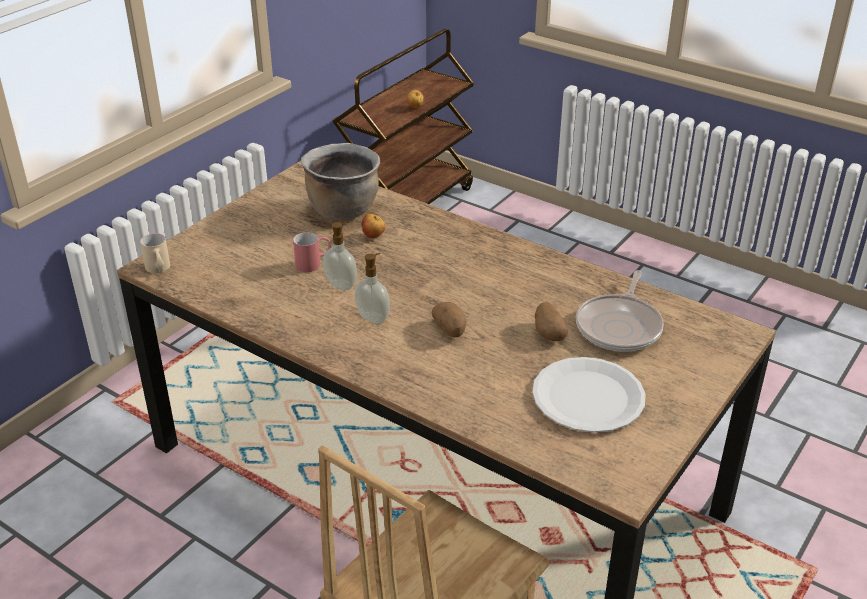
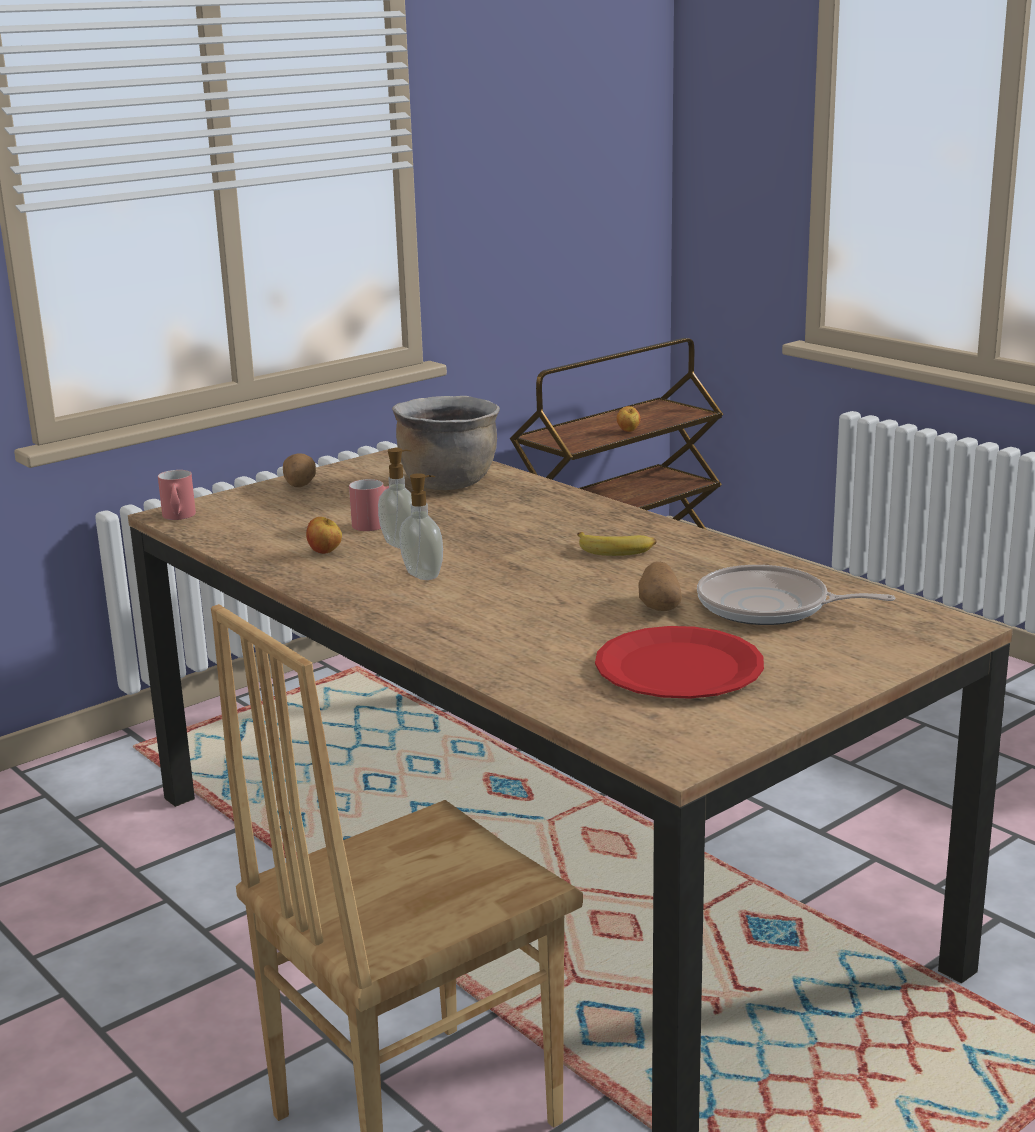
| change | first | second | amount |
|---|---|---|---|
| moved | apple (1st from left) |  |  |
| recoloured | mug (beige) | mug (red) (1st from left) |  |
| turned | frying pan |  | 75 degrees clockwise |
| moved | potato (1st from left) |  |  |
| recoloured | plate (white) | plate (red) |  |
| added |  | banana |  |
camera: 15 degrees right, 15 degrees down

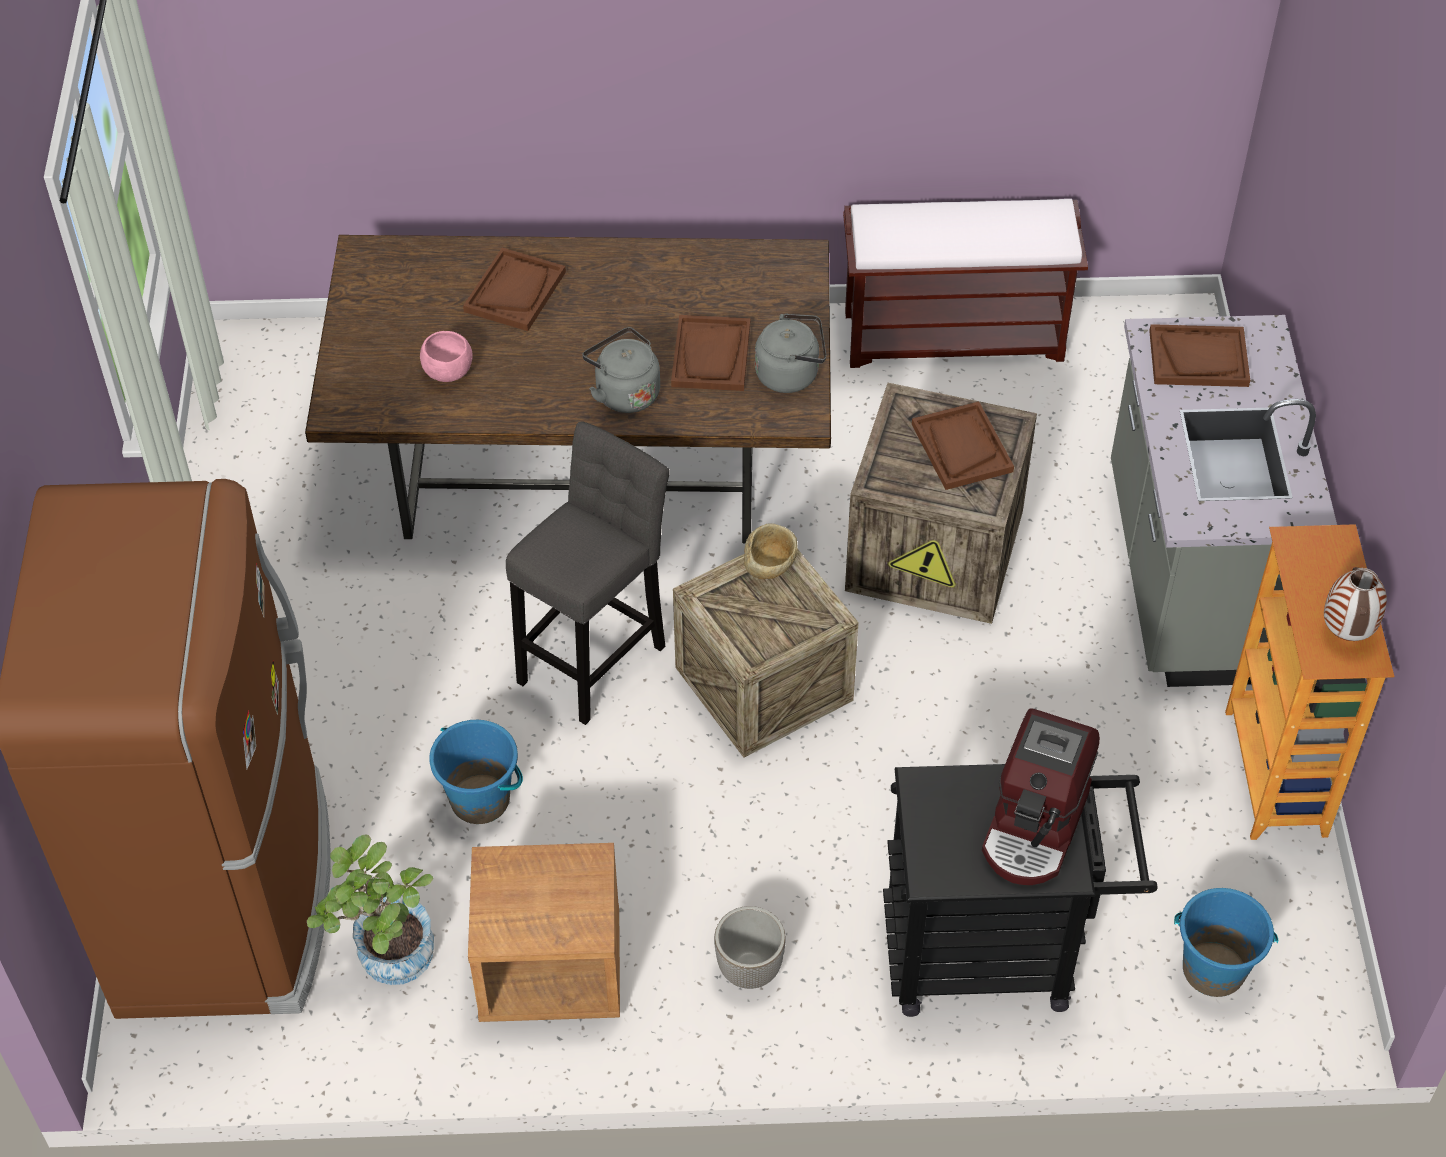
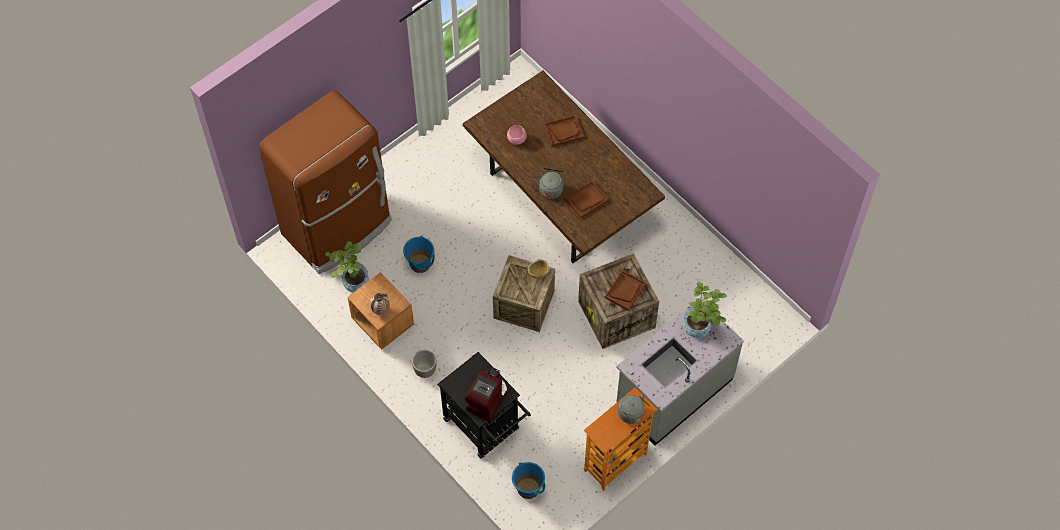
| change | first | second | amount |
|---|---|---|---|
| removed | bench (brown) |  |  |
| moved | kettle (grey) (2nd from left) |  |  |
| replaced | tray (brown) (4th from left) | potted plant (2nd from left) |  |
| removed | stool (grey) |  |  |
| moved | vase |  |  |
| turned | coffee machine |  | 135 degrees clockwise |
camera: 50 degrees right, 10 degrees up

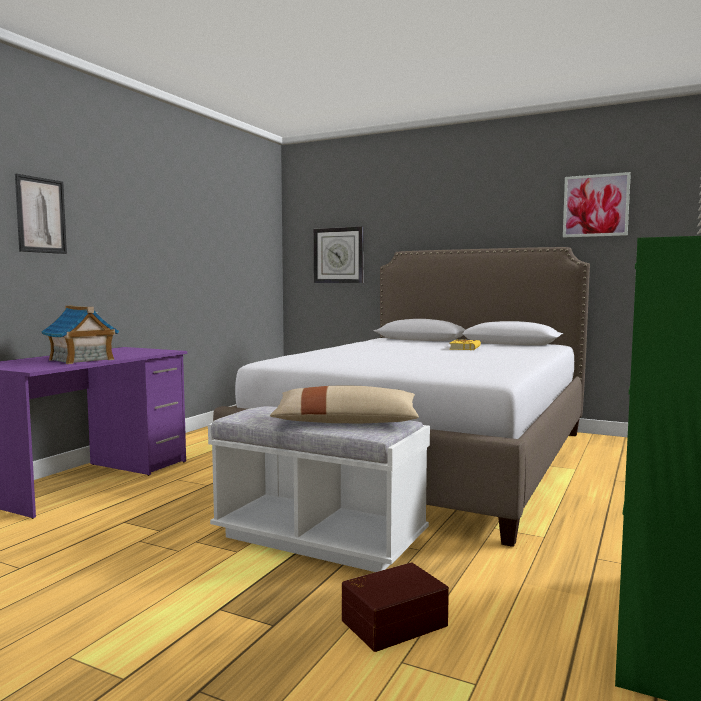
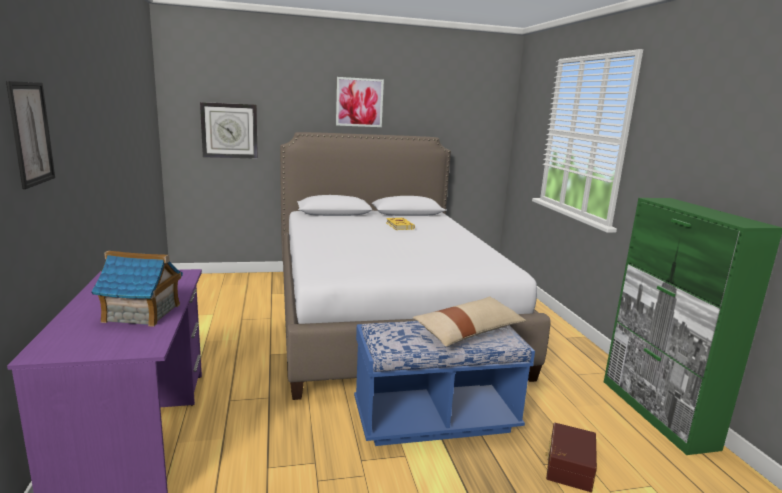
| change | first | second | amount |
|---|---|---|---|
| moved | picture (2nd from left) |  |  |
| recoloured | bench (white) | bench (blue) |  |
camera: 40 degrees left, 10 degrees up

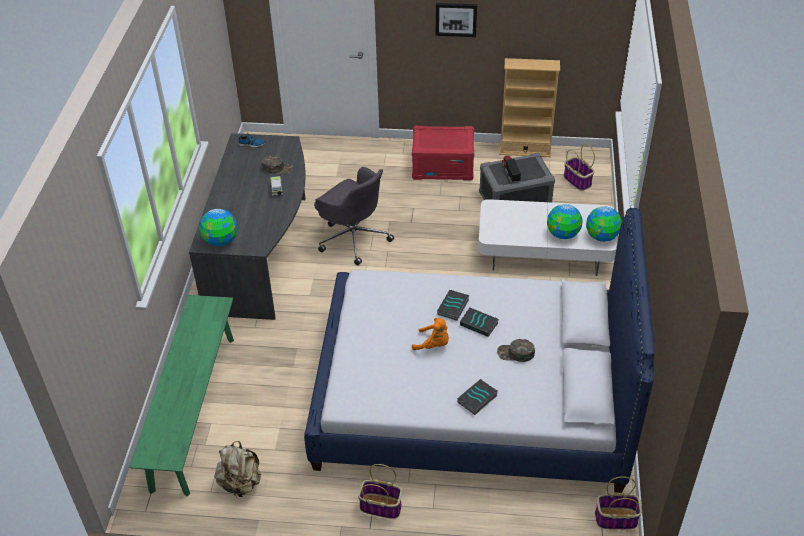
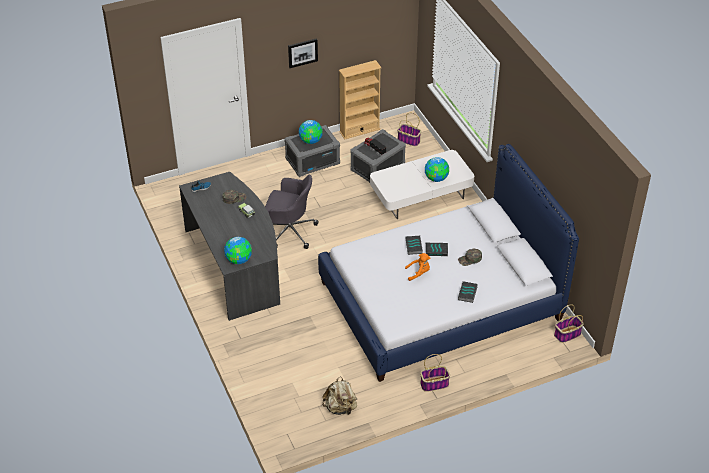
| change | first | second | amount |
|---|---|---|---|
| recoloured | storage box (red) | storage box (grey) (1st from left) |  |
| moved | globe (3rd from left in the first image) | globe (2nd from left) |  |
| removed | bench (green) |  |  |
camera: 30 degrees left, 0 degrees up

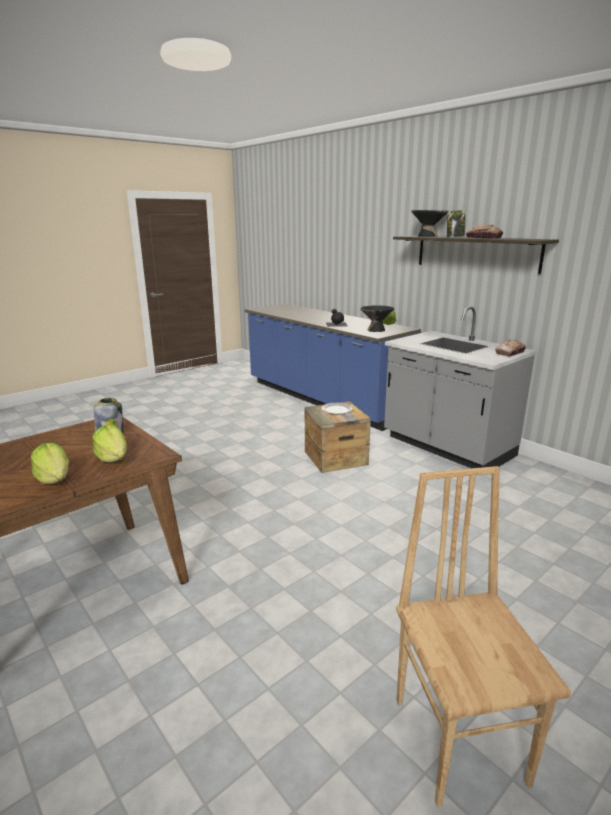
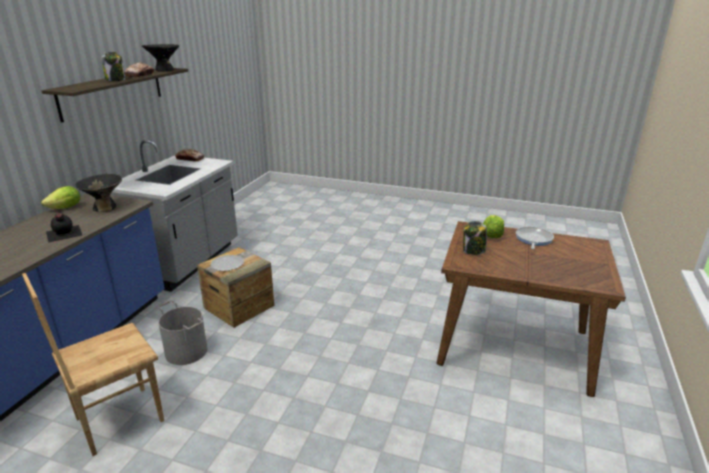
| change | first | second | amount |
|---|---|---|---|
| moved | bowl (black) (2nd from left) |  |  |
| replaced | lettuce (1st from left) | frying pan |  |
| moved | chair (brown) |  |  |
| added |  | bucket (grey) |  |
camera: 120 degrees left, 5 degrees up

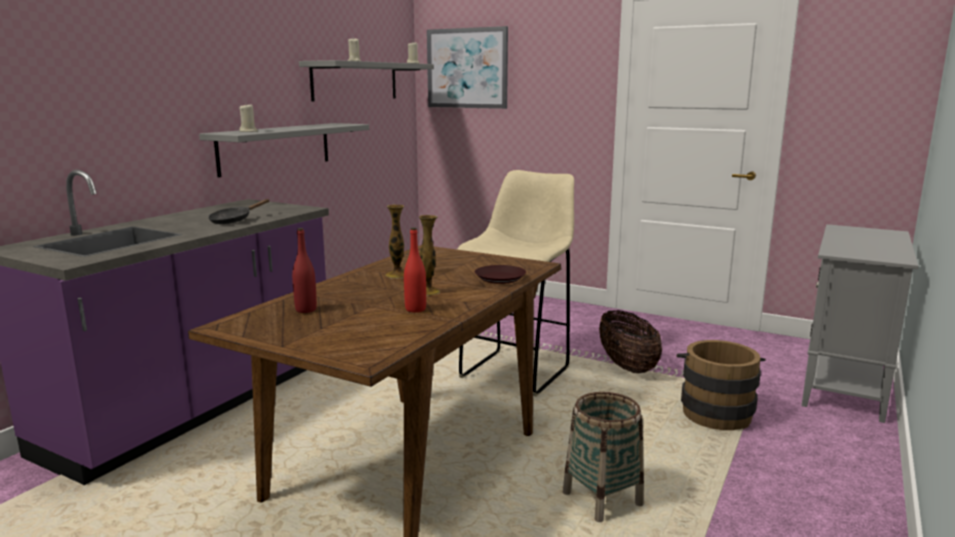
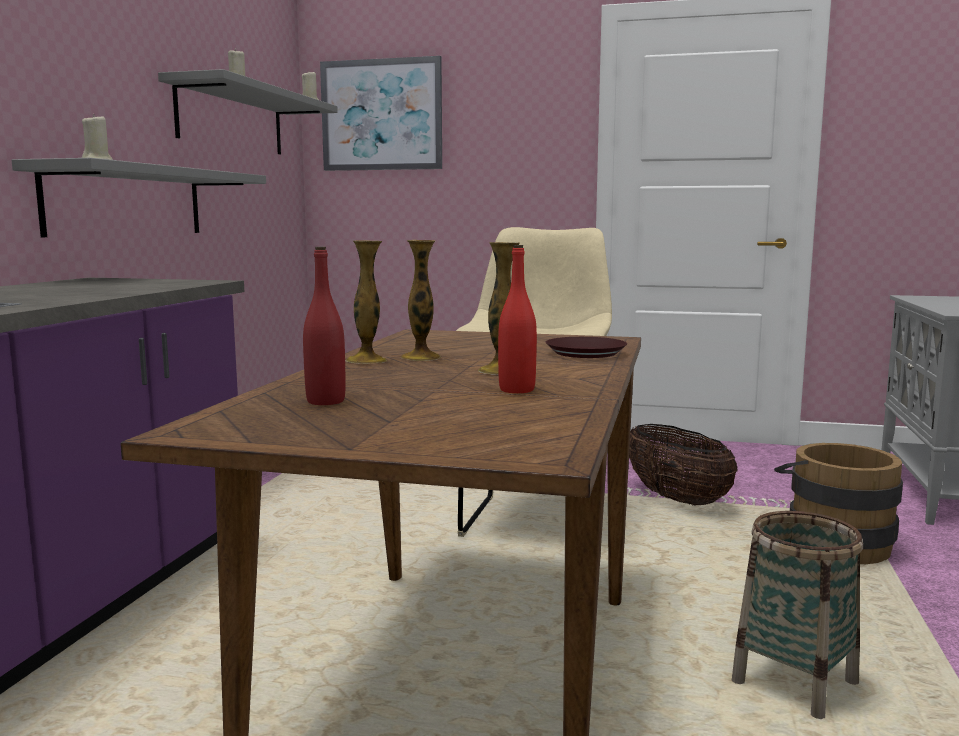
| change | first | second | amount |
|---|---|---|---|
| removed | frying pan (black) |  |  |
| added |  | vase (1st from left) |  |
camera: 15 degrees left, 5 degrees down

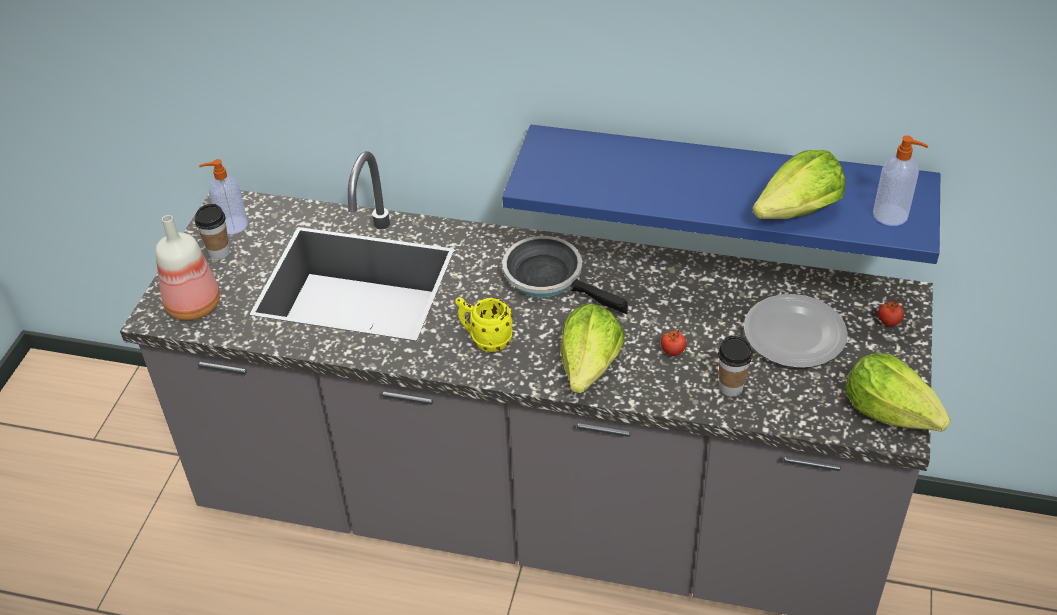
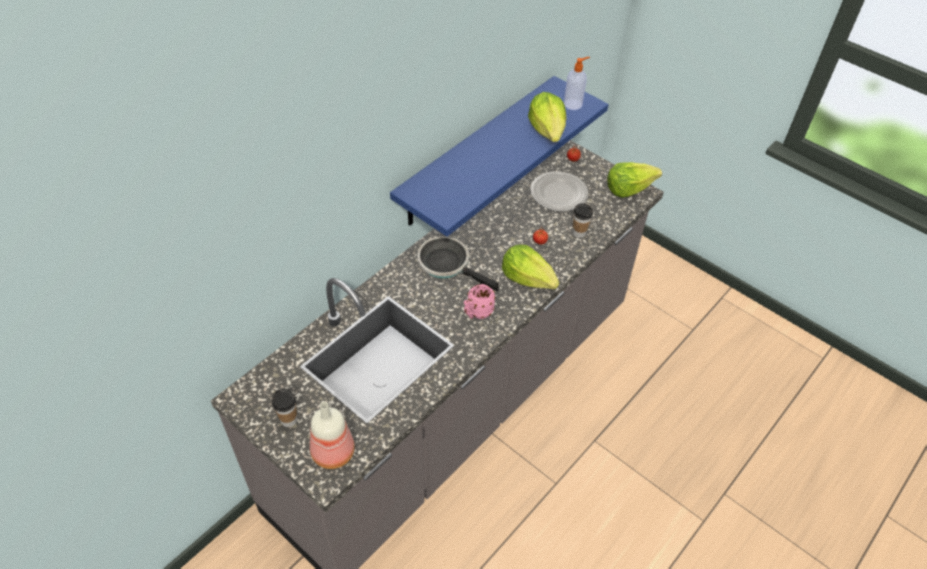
| change | first | second | amount |
|---|---|---|---|
| removed | soap dispenser (1st from left) |  |  |
| turned | frying pan |  | 60 degrees clockwise |
| recoloured | mug (yellow) | mug (pink) |  |
camera: 65 degrees left, 5 degrees up

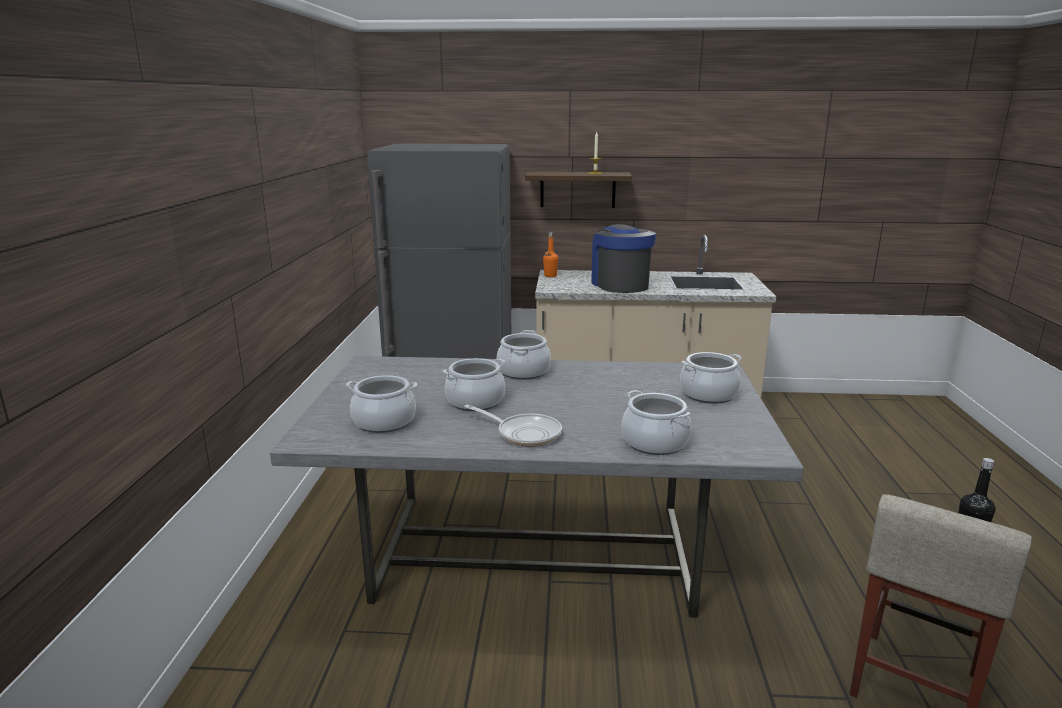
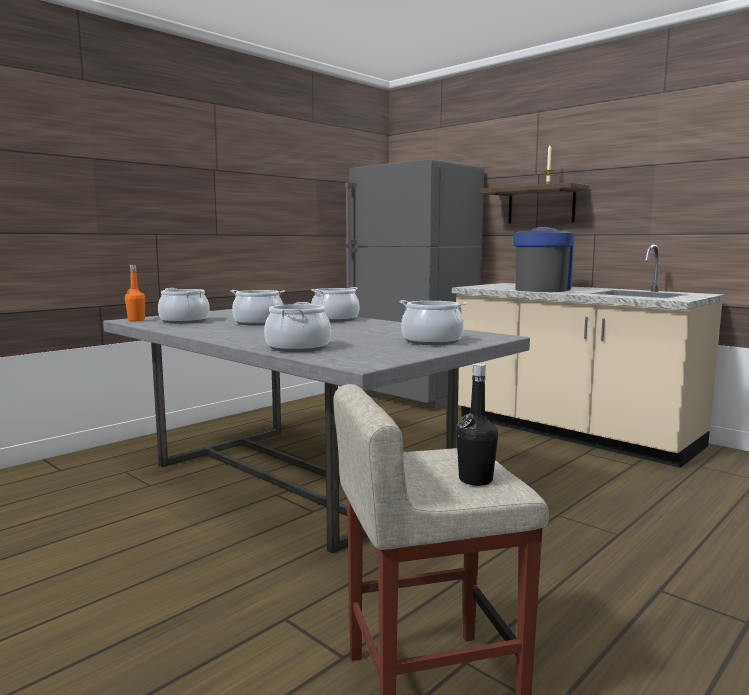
| change | first | second | amount |
|---|---|---|---|
| moved | bottle (orange) |  |  |
| removed | frying pan |  |  |
camera: 40 degrees right, 10 degrees down

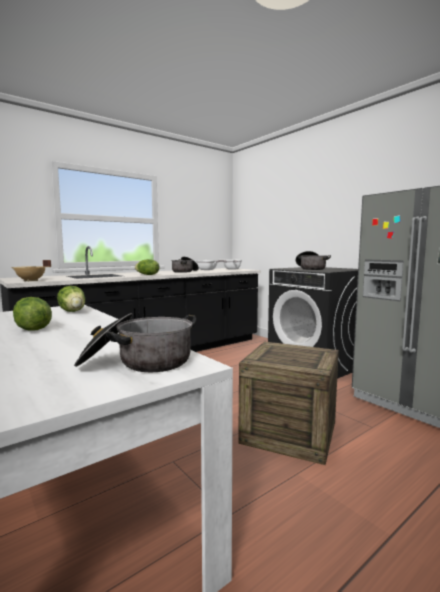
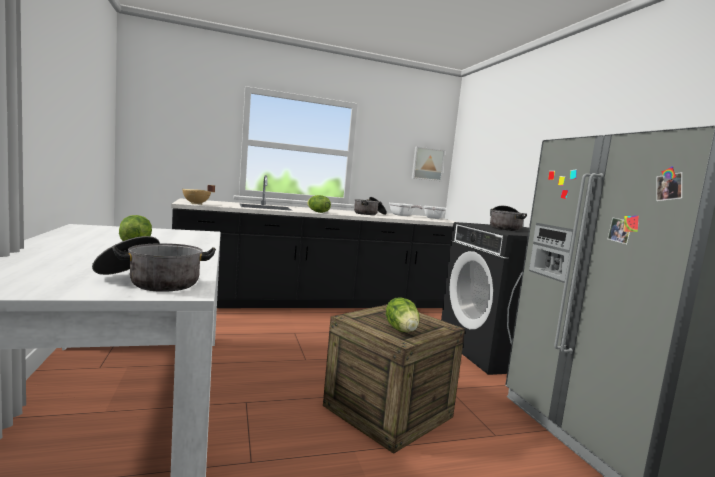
| change | first | second | amount |
|---|---|---|---|
| moved | lettuce (2nd from left in the first image) | lettuce (3rd from left) |  |
| added |  | picture |  |
camera: 20 degrees right, 0 degrees up

